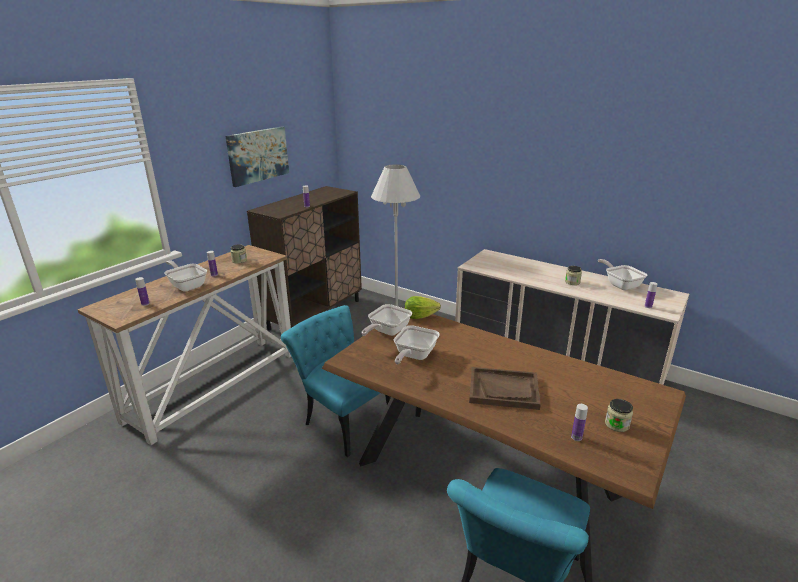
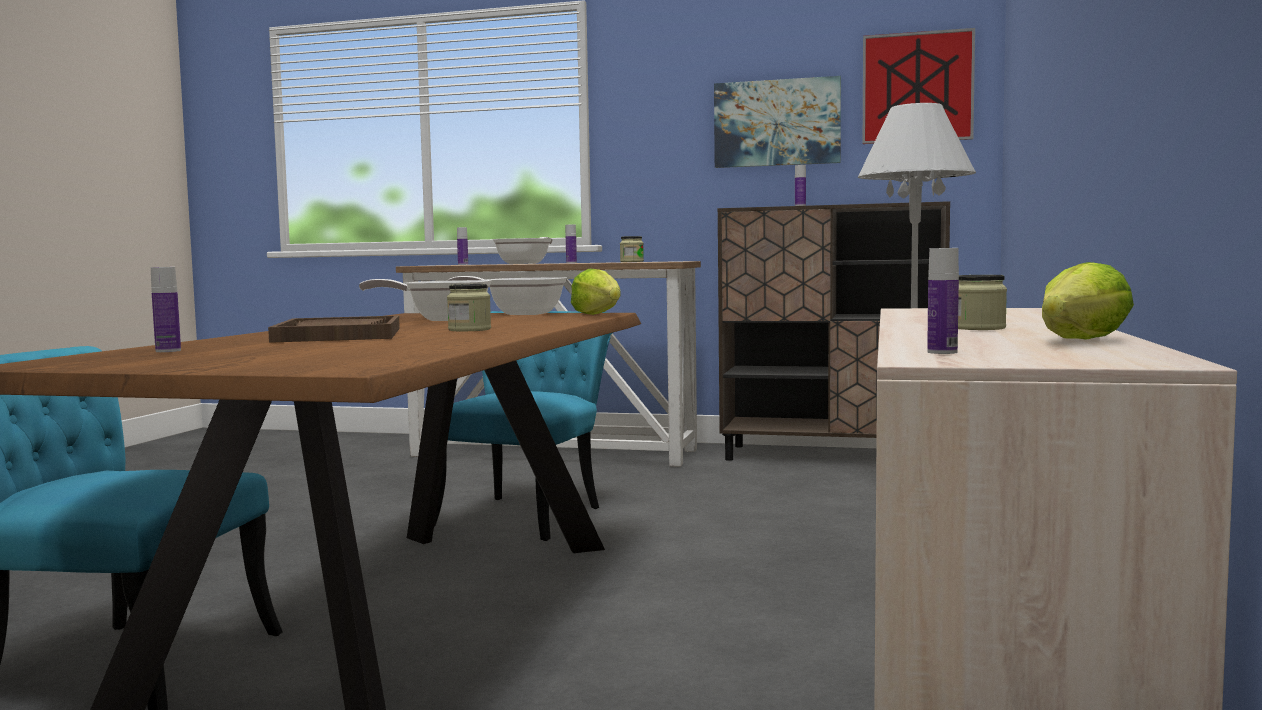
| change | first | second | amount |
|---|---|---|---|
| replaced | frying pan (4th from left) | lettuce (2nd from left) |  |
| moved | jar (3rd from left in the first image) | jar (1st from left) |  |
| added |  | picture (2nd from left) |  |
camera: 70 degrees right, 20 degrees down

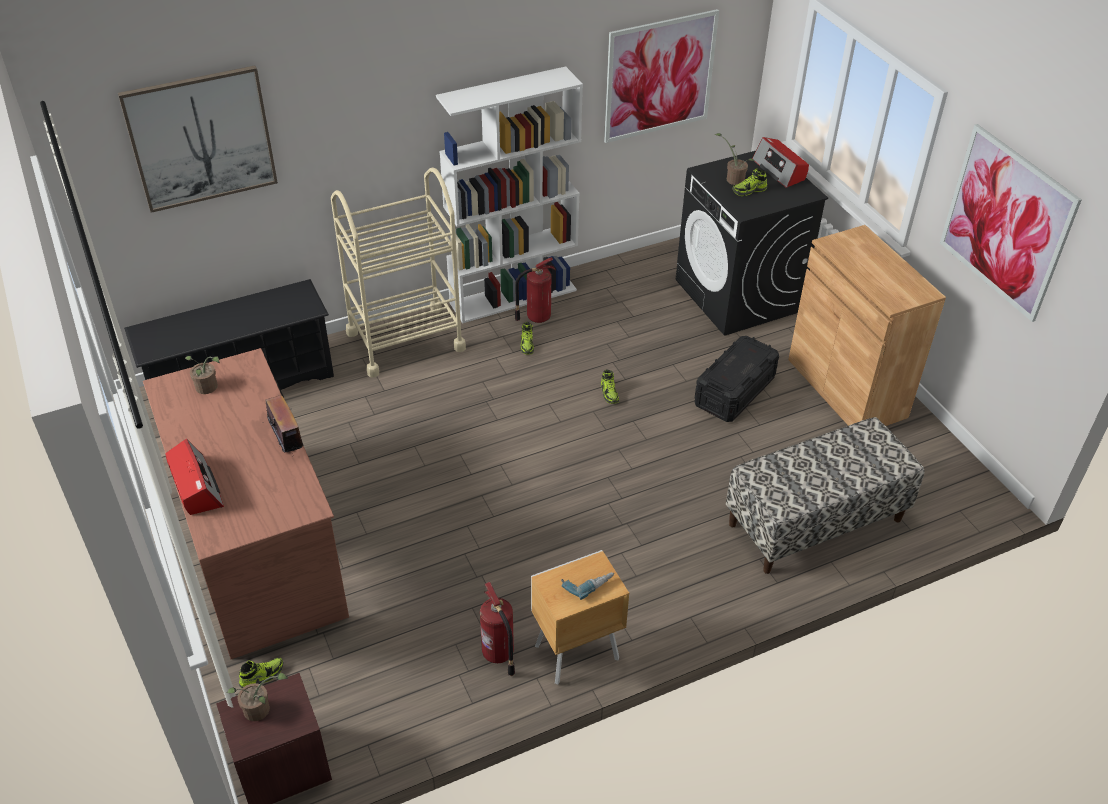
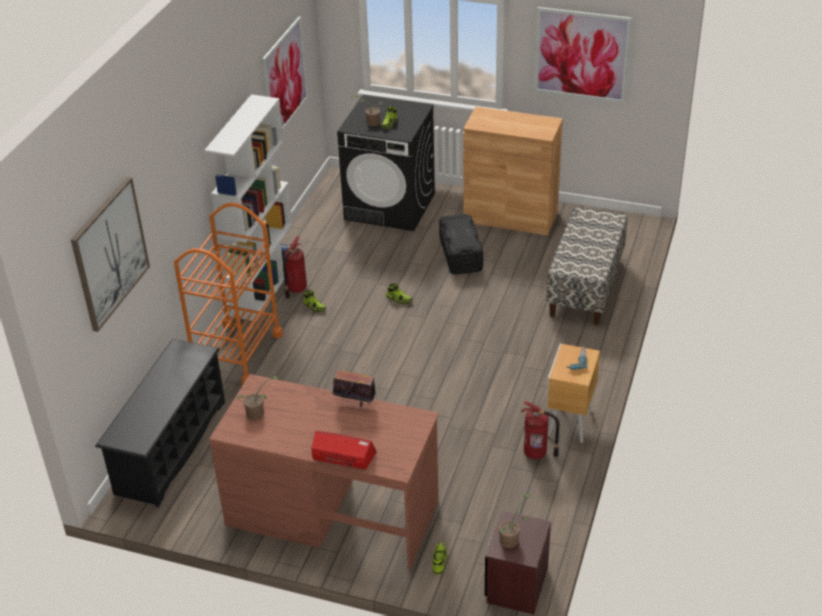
| change | first | second | amount |
|---|---|---|---|
| removed | radio (3rd from left) |  |  |
| recoloured | cart (beige) | cart (orange) |  |
camera: 45 degrees left, 5 degrees down

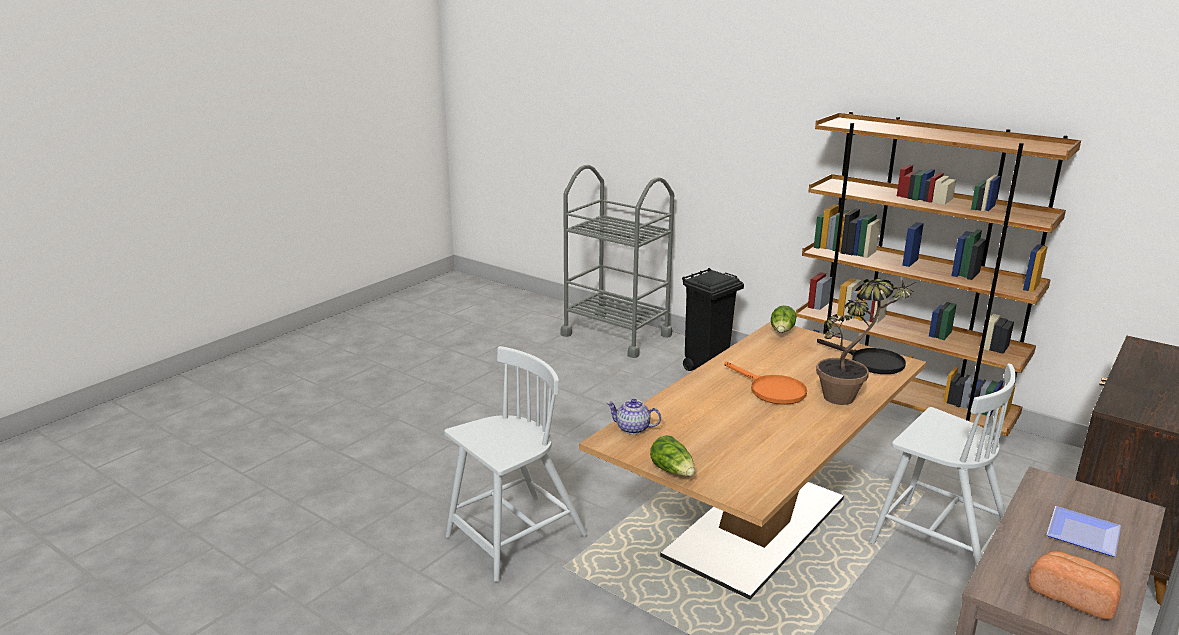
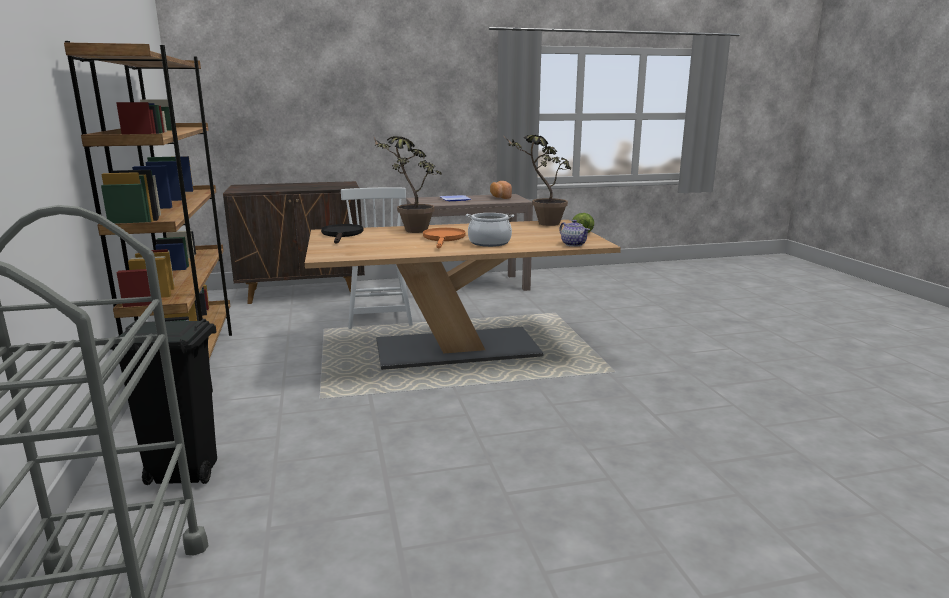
| change | first | second | amount |
|---|---|---|---|
| removed | lettuce (2nd from left) |  |  |
| removed | chair (white) (1st from left) |  |  |
| added |  | potted plant (2nd from left) |  |
| added |  | cooking pot |  |
camera: 140 degrees left, 5 degrees down

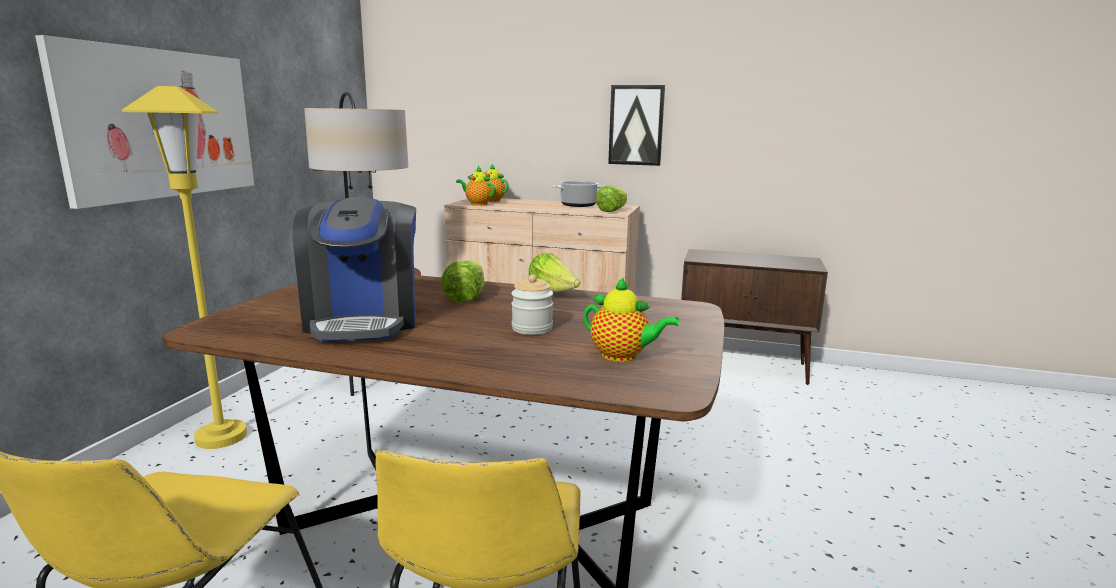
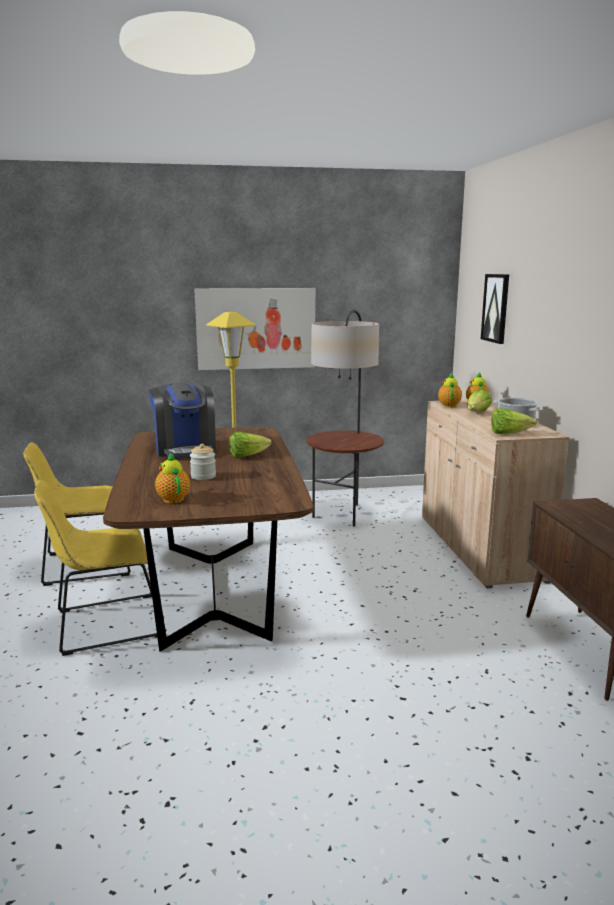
| change | first | second | amount |
|---|---|---|---|
| moved | picture (2nd from left) |  |  |
| turned | coffee machine |  | 75 degrees counterclockwise |
| moved | lettuce (2nd from left) |  |  |
| turned | teapot (3rd from left in the first image) | teapot (1st from left) | 150 degrees clockwise |
camera: 65 degrees right, 0 degrees up

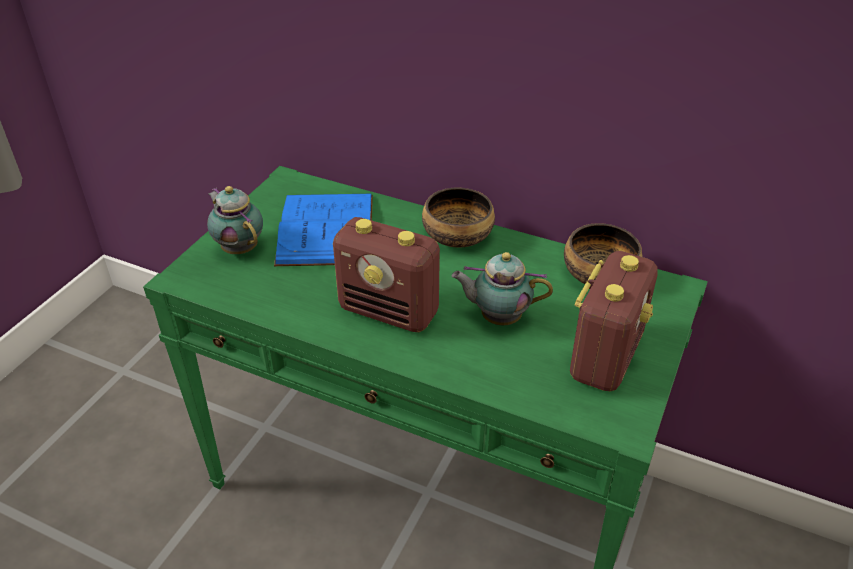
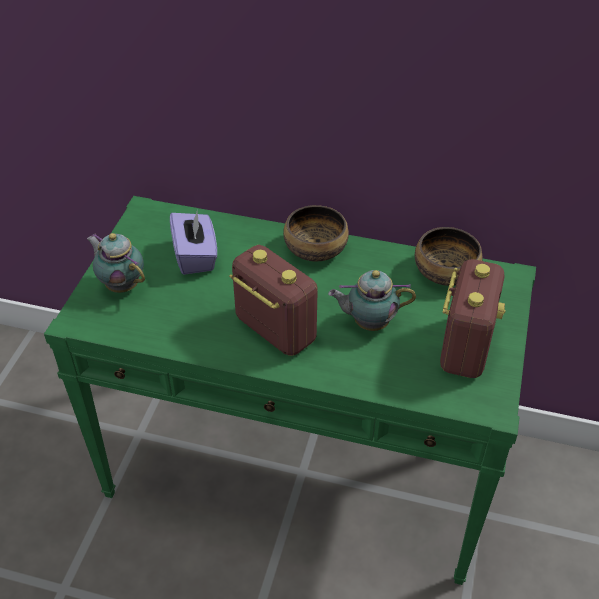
| change | first | second | amount |
|---|---|---|---|
| replaced | book (blue) | tissue box (purple) |  |
| turned | radio (1st from left) |  | 150 degrees counterclockwise |
camera: 10 degrees left, 5 degrees up

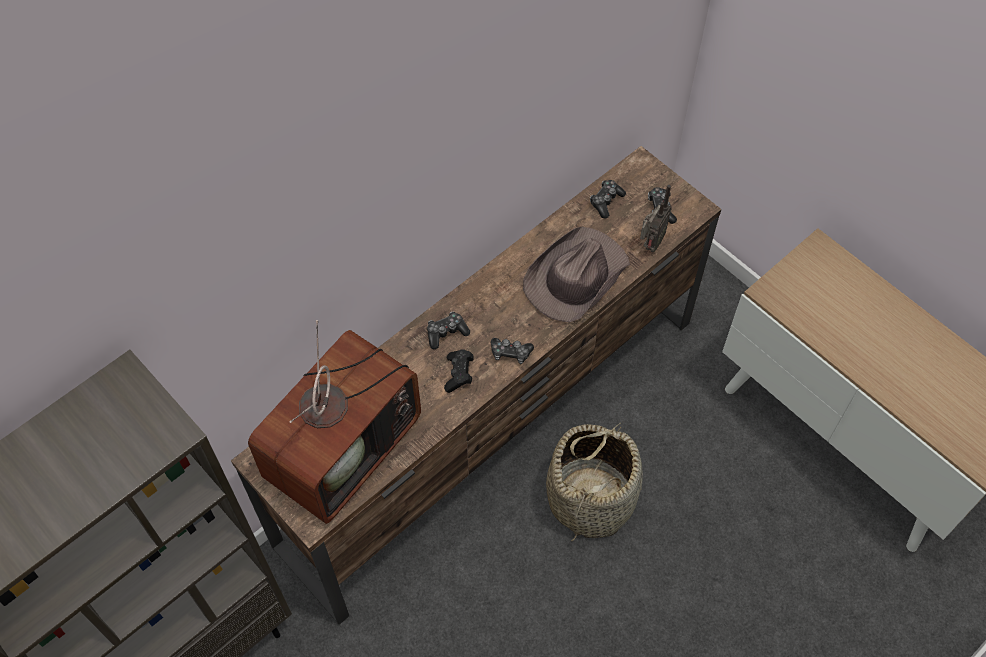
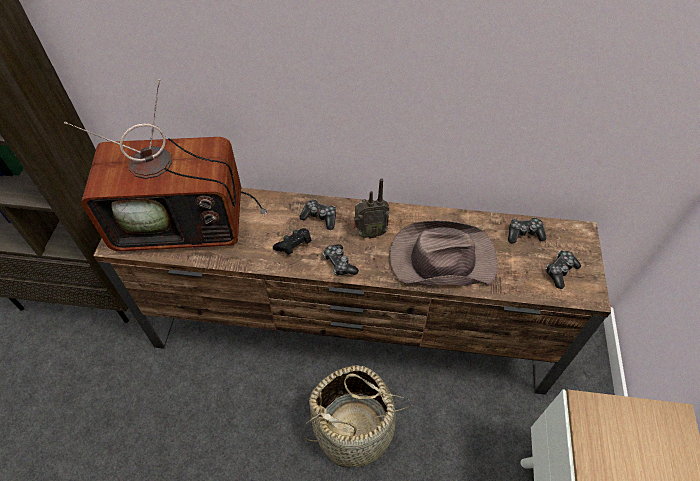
| change | first | second | amount |
|---|---|---|---|
| moved | radio |  |  |
camera: 50 degrees right, 5 degrees down

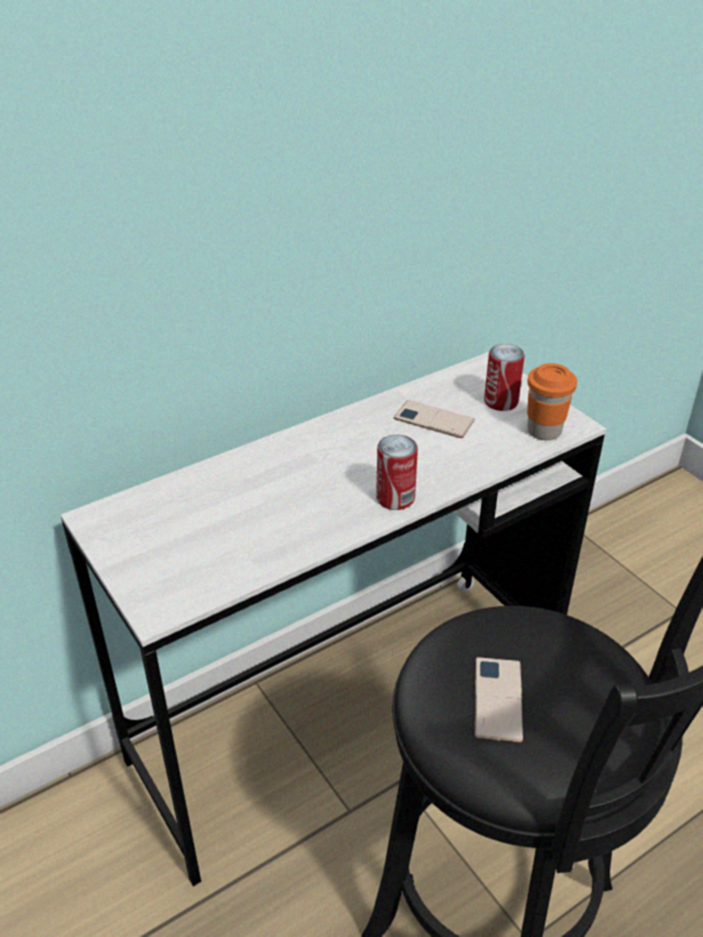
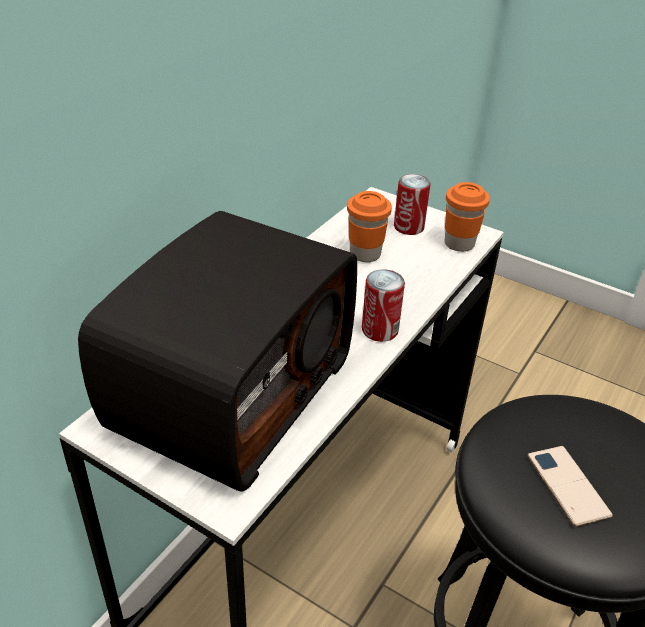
| change | first | second | amount |
|---|---|---|---|
| replaced | phone (1st from left) | cup (orange) (1st from left) |  |
| added |  | radio |  |
camera: 25 degrees left, 0 degrees up

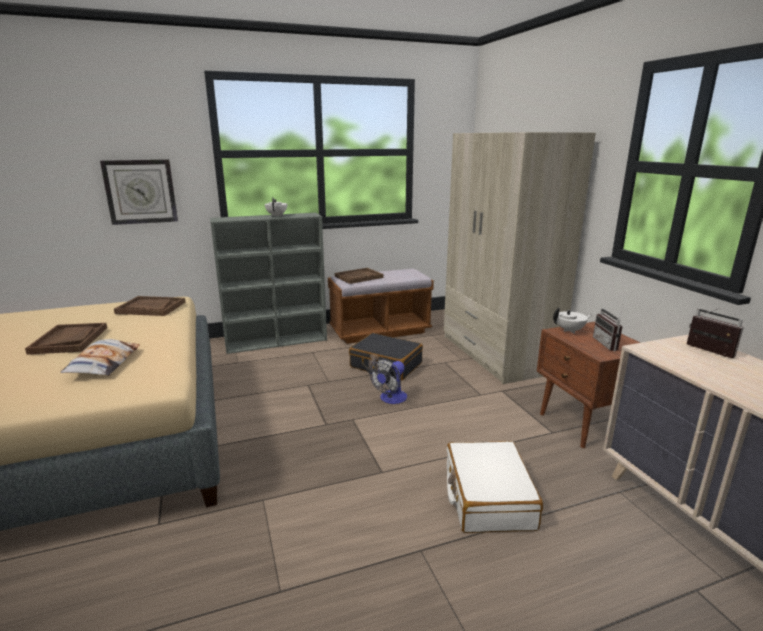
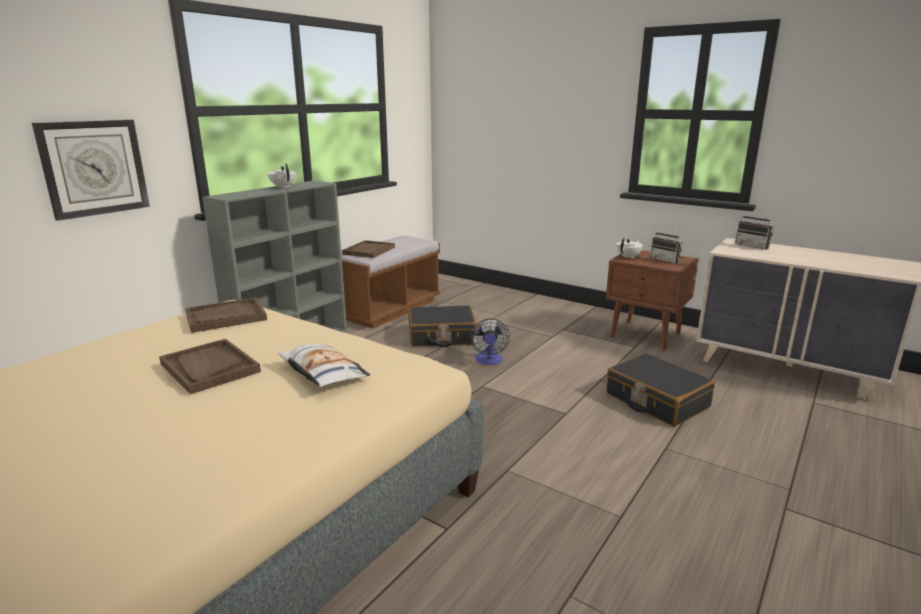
| change | first | second | amount |
|---|---|---|---|
| removed | wardrobe (beige) |  |  |
| turned | radio (2nd from left) |  | 150 degrees counterclockwise |
| recoloured | suitcase (white) | suitcase (black) (2nd from left) |  |
camera: 35 degrees left, 0 degrees up

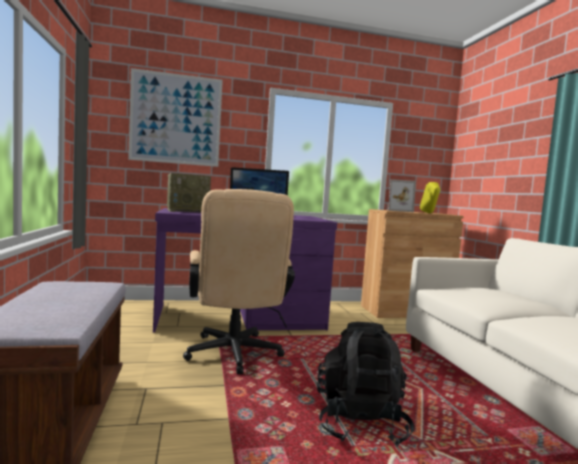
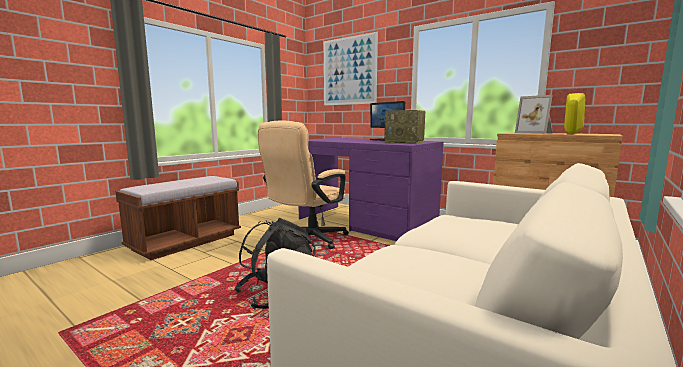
| change | first | second | amount |
|---|---|---|---|
| moved | radio |  |  |
camera: 50 degrees right, 5 degrees up

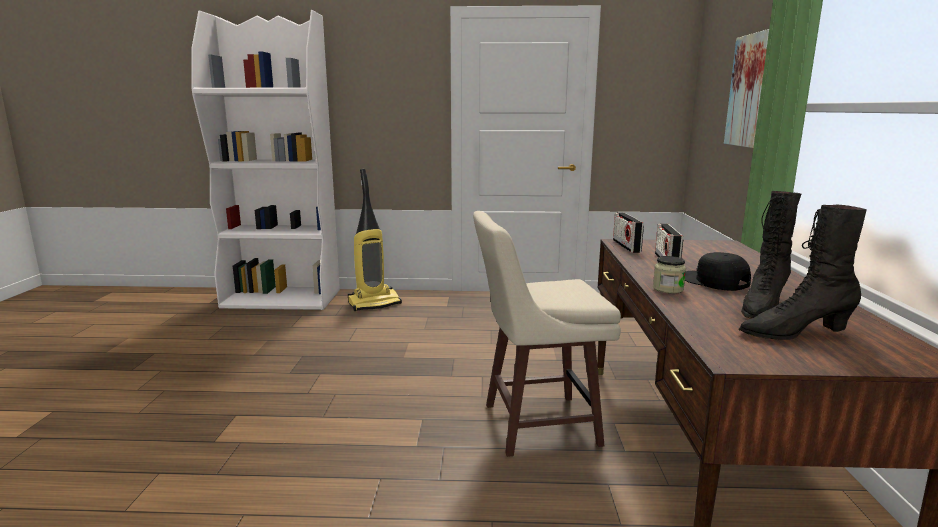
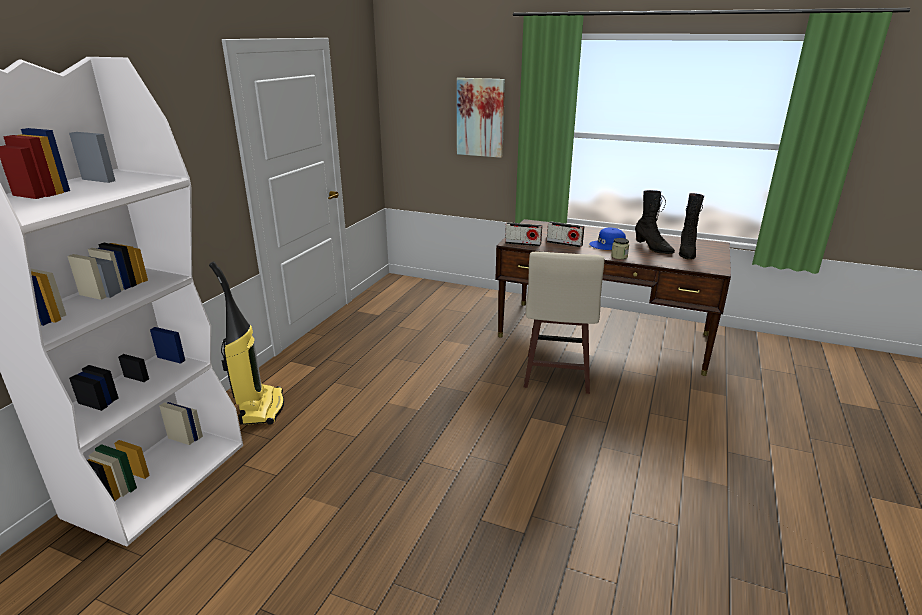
| change | first | second | amount |
|---|---|---|---|
| recoloured | cap (black) | cap (blue) |  |
camera: 70 degrees left, 10 degrees up

